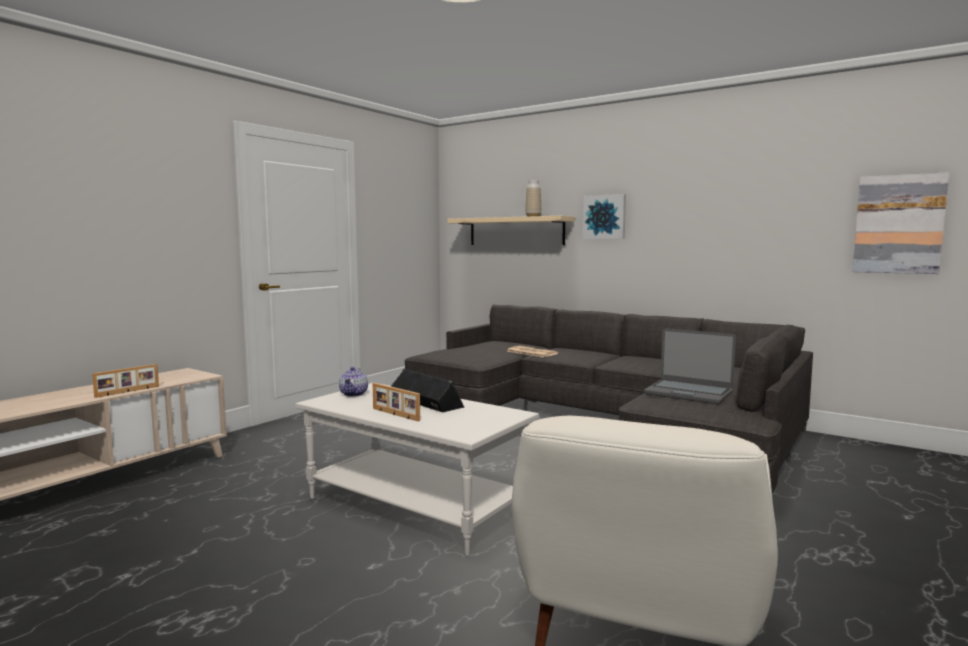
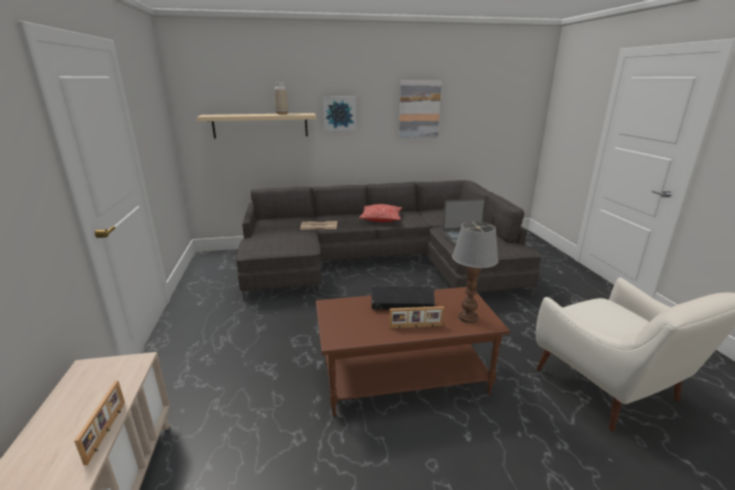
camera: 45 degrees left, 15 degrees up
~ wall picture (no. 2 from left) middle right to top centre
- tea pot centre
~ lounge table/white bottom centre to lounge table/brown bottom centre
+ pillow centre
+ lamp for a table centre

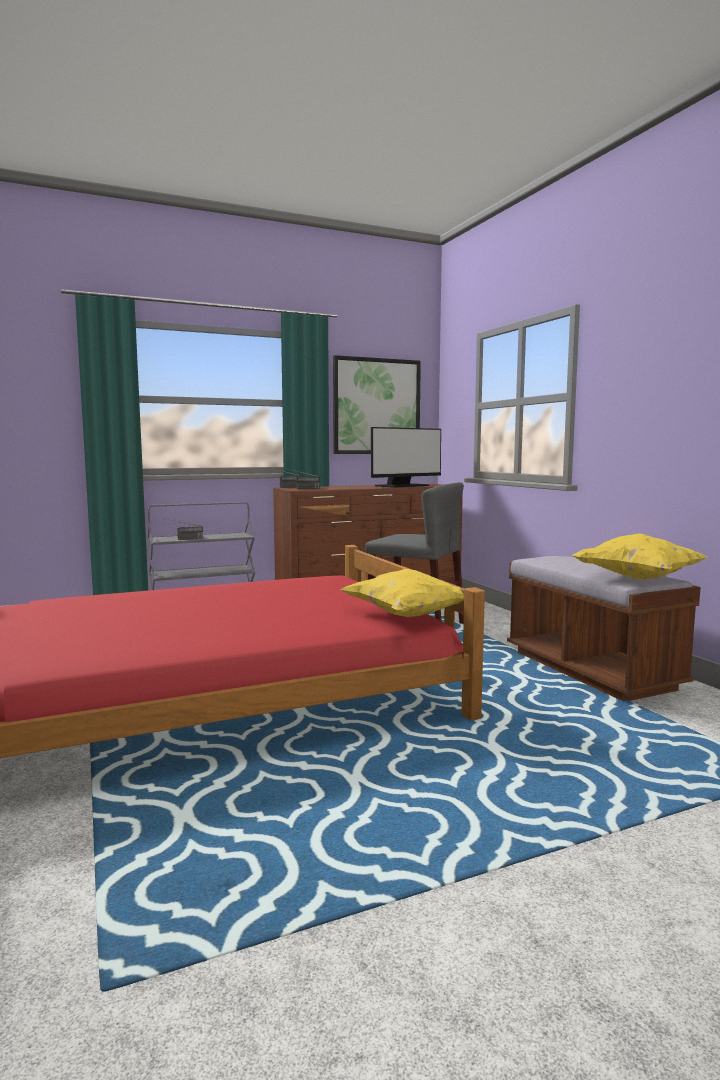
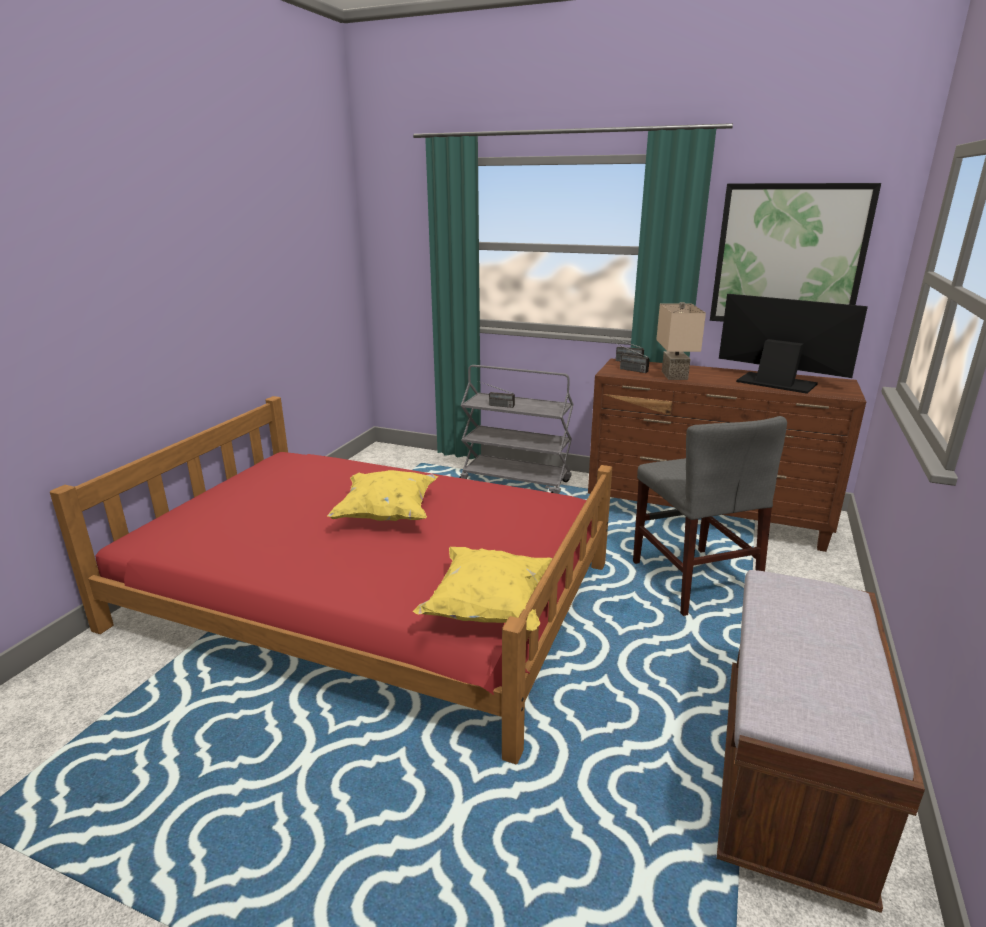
camera: 45 degrees right, 15 degrees up
~ computer display centre = middle right 150 degrees counterclockwise
~ pillow/yellow-coloured (no. 2 from left in the first image) middle right to pillow/yellow-coloured (no. 1 from left) centre
+ lamp for a table/sand-coloured middle right

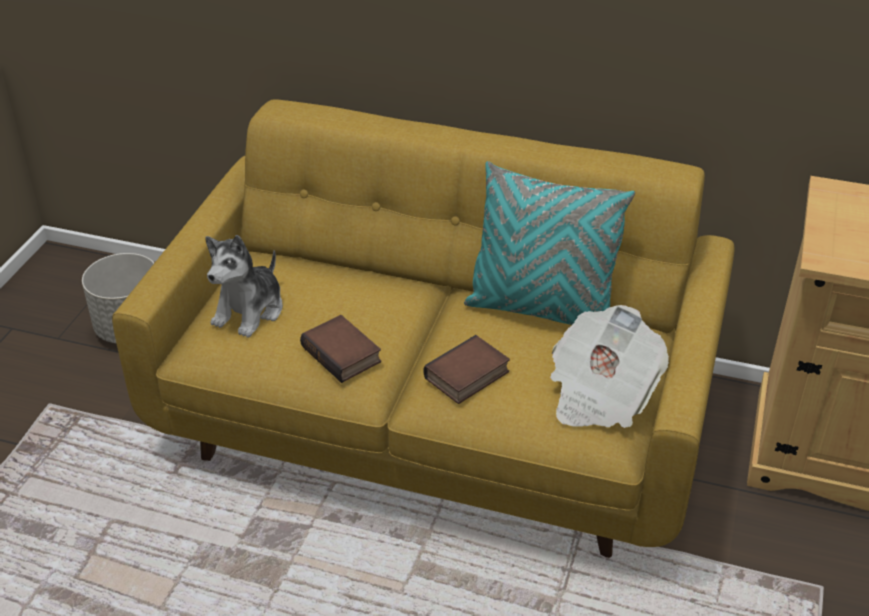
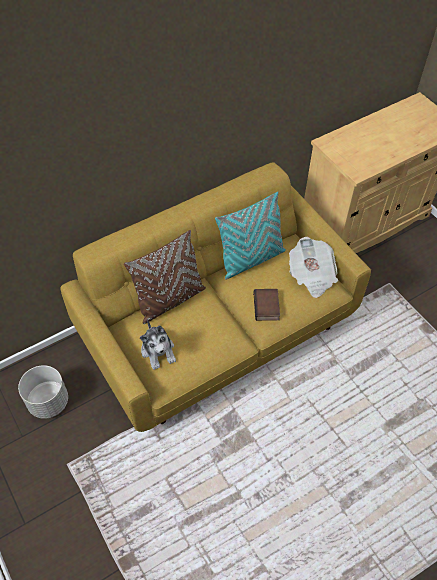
camera: 50 degrees left, 15 degrees up
- bound book (no. 1 from left) centre
+ pillow/brown centre

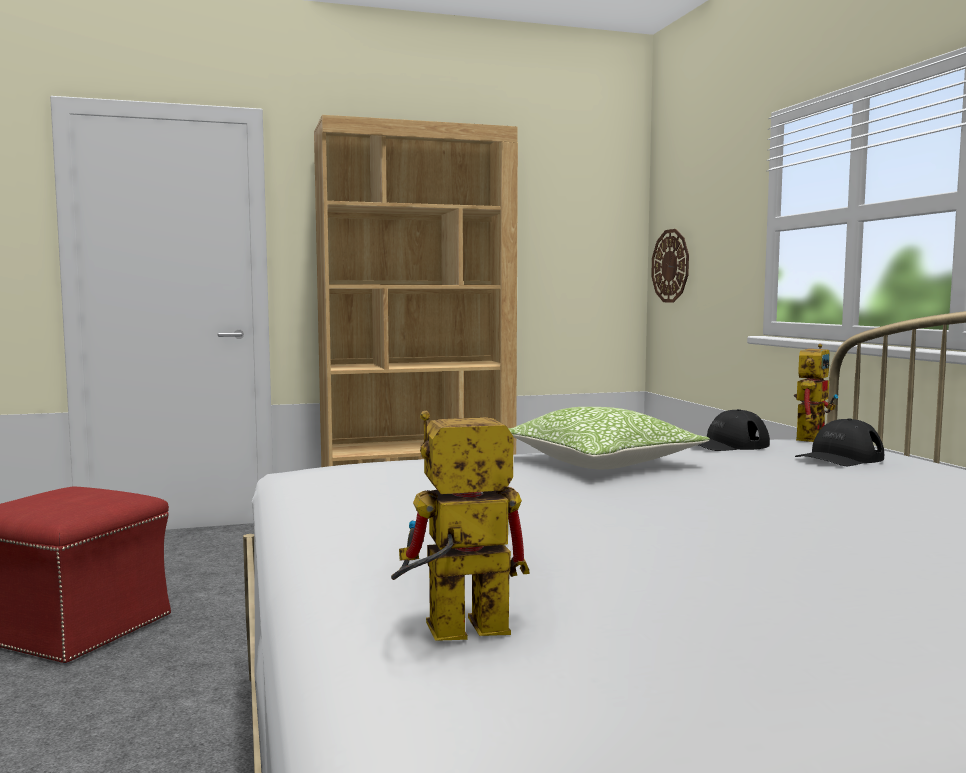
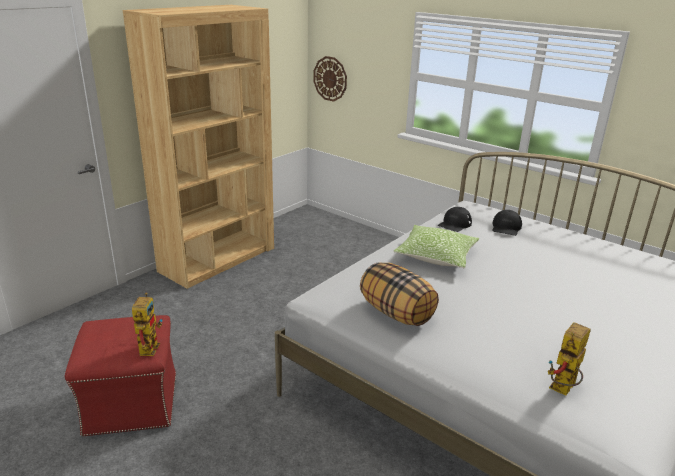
camera: 35 degrees left, 20 degrees up
~ model robot (no. 2 from left in the first image) middle right to model robot (no. 1 from left) bottom left
+ pillow (no. 1 from left) centre

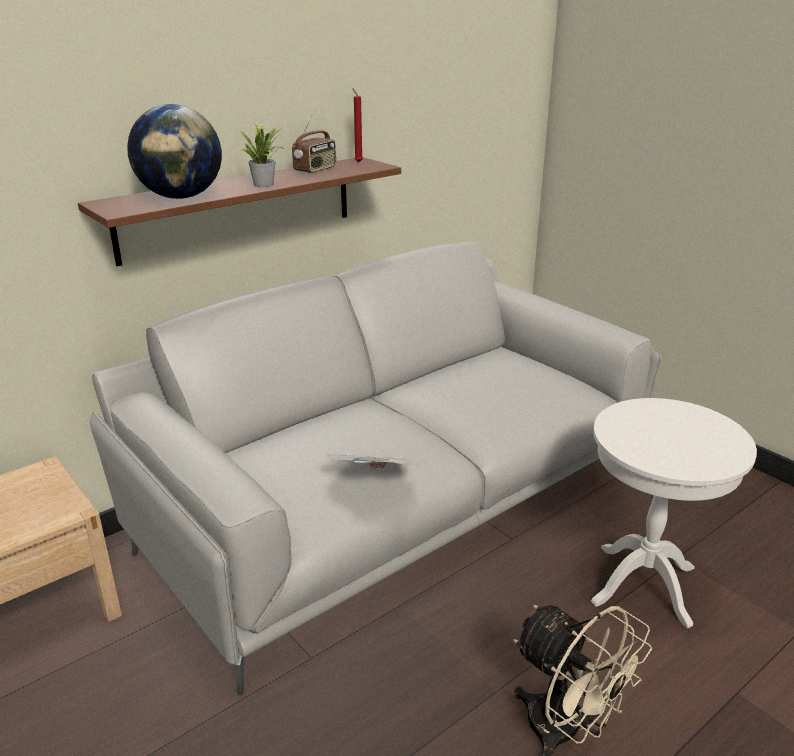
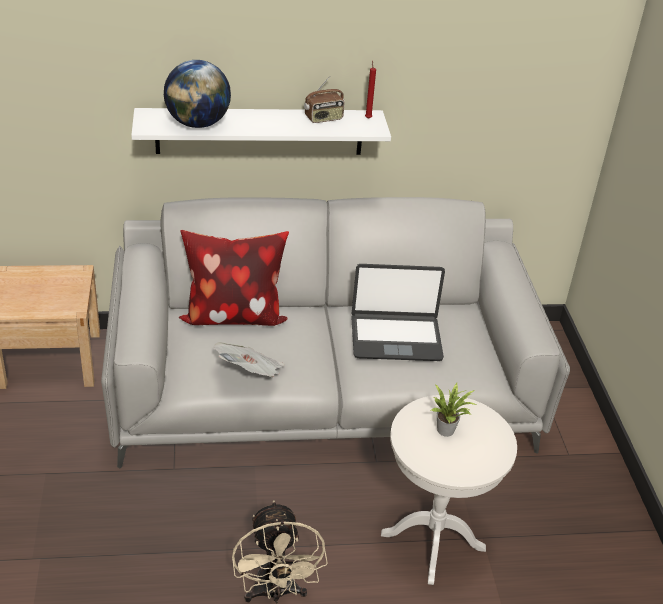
camera: 30 degrees right, 10 degrees up
~ plant in a pot top left to bottom right
~ wall shelf/brown top left to wall shelf/white top centre
+ pillow centre
+ notebook computer centre

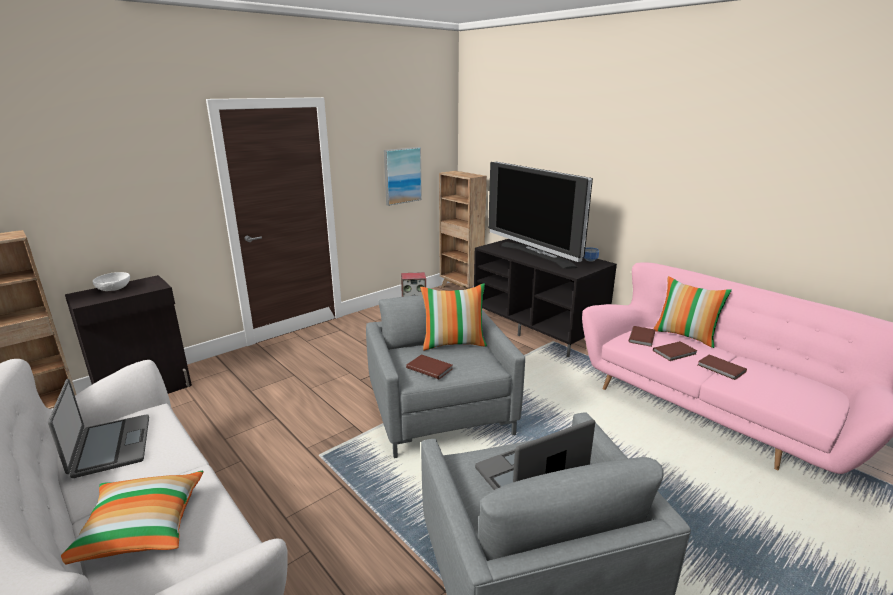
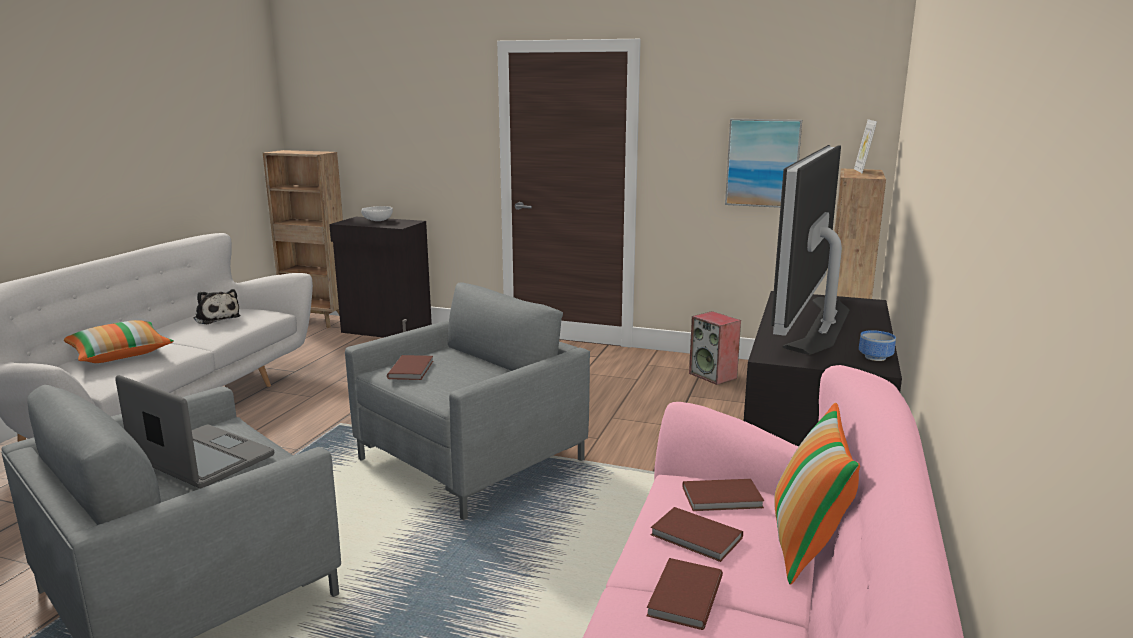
camera: 60 degrees right, 5 degrees down
- pillow (no. 2 from left) centre
~ notebook computer (no. 1 from left) bottom left to cuddly toy middle left
+ standing frame top right

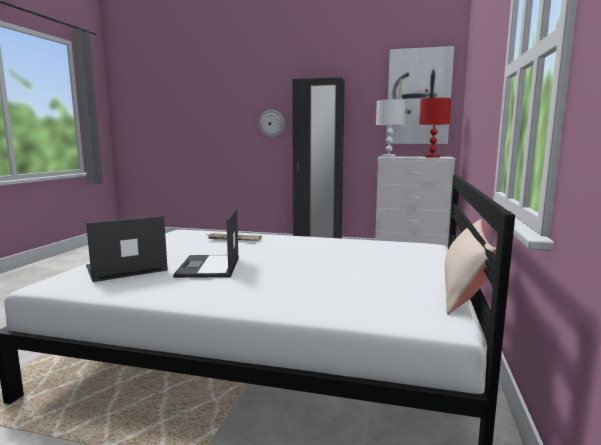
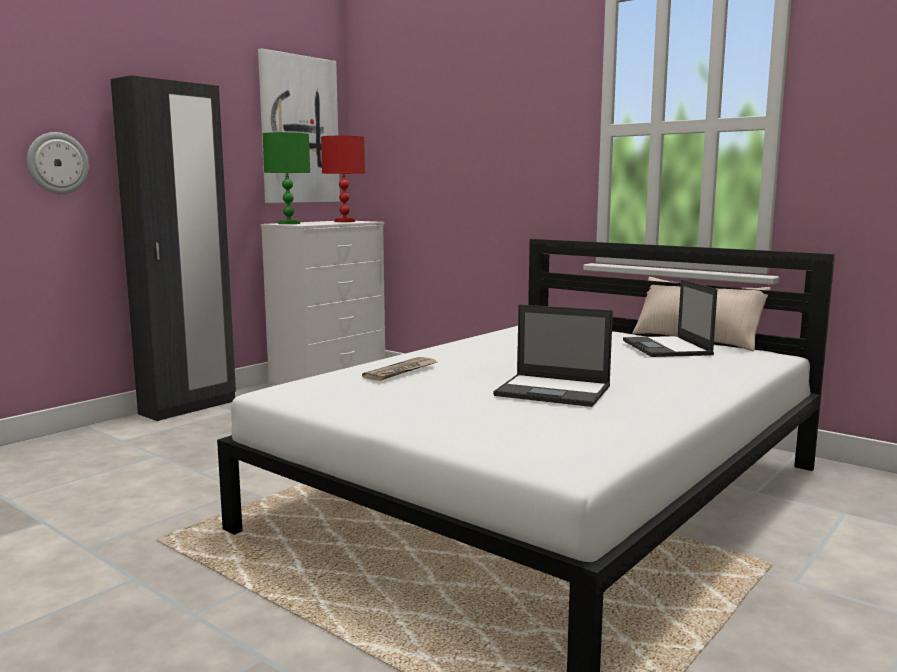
camera: 65 degrees left, 0 degrees up
~ lamp for a table/white top centre to lamp for a table/green top left
~ notebook computer (no. 1 from left in the first image) middle left to notebook computer (no. 2 from left) middle right

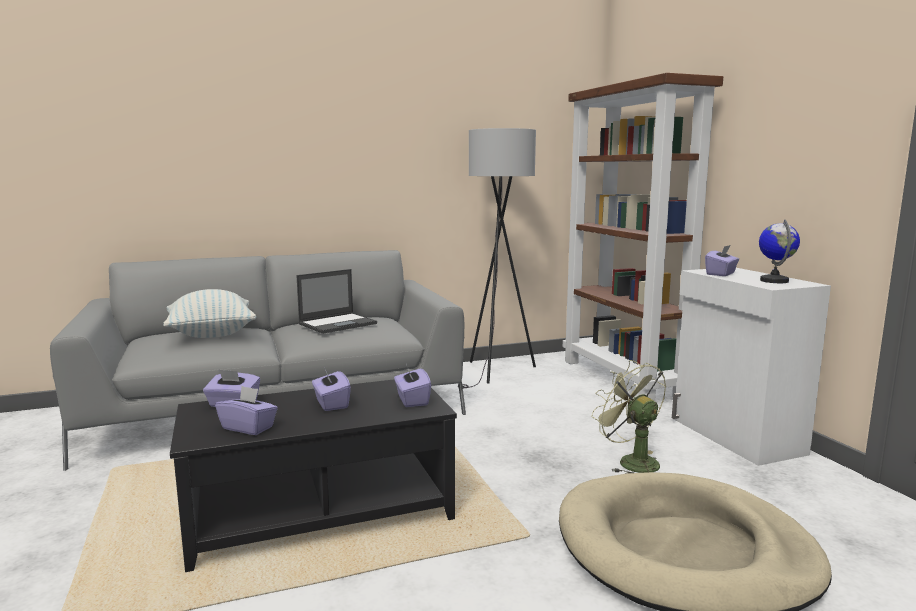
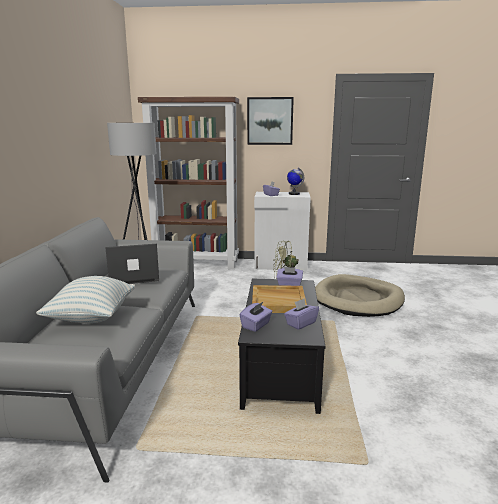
camera: 65 degrees left, 5 degrees up
~ notebook computer centre = middle left 90 degrees counterclockwise
~ box of tissues/purple-coloured (no. 3 from left) centre to carrying tray/sand-coloured centre
+ wall picture top centre

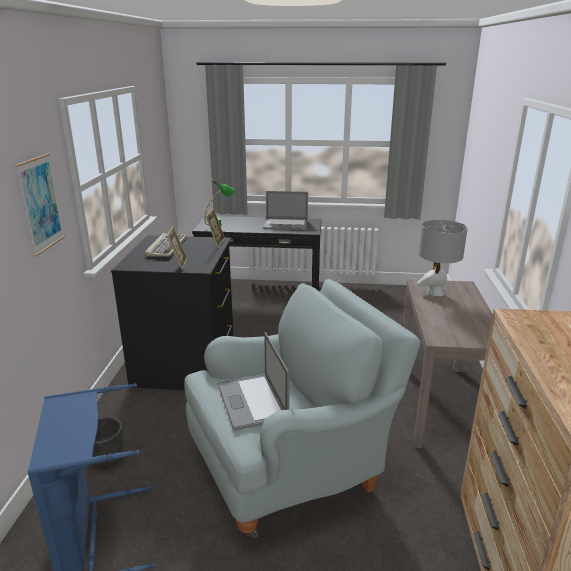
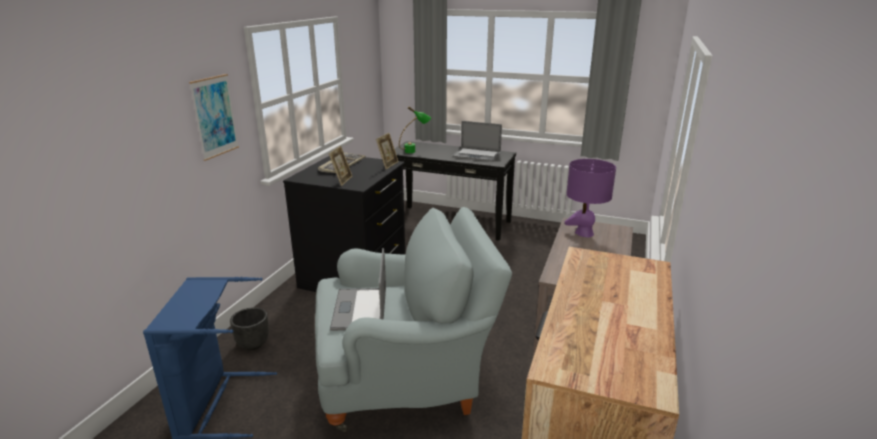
camera: 15 degrees right, 0 degrees up
~ lamp for a table/greyish middle right to lamp for a table/purple-coloured middle right

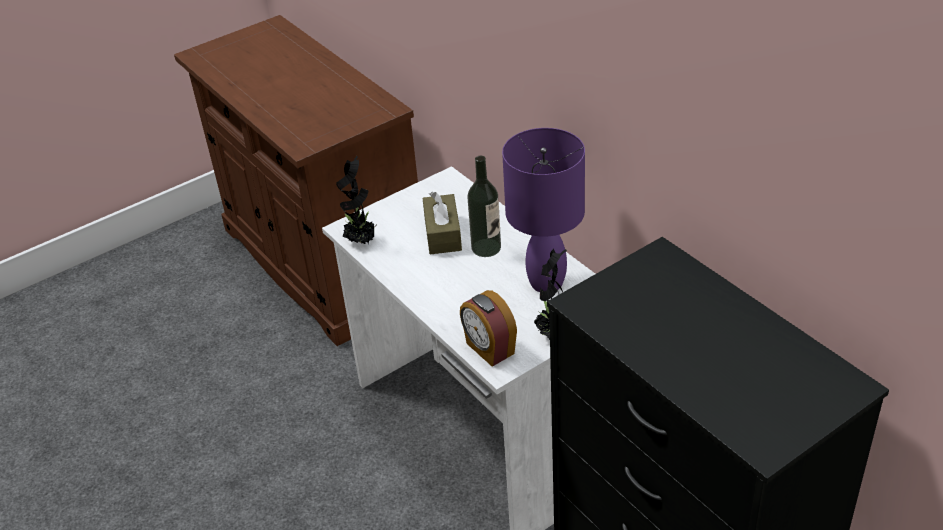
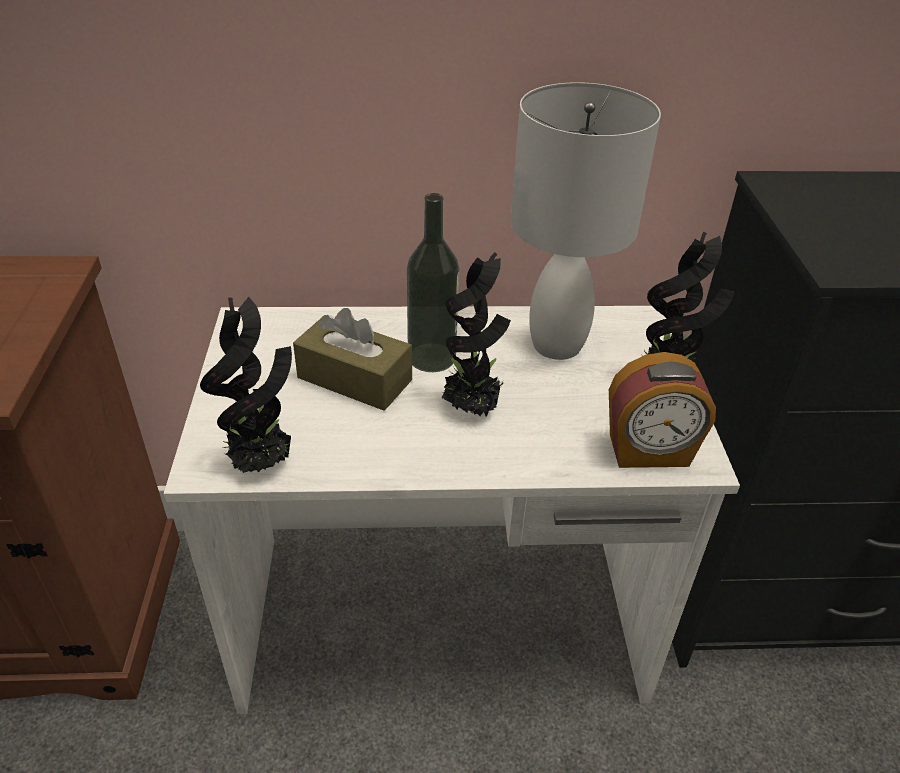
camera: 60 degrees left, 0 degrees up
~ lamp for a table/purple-coloured centre to lamp for a table/white top centre
+ plant in a pot (no. 2 from left) centre

